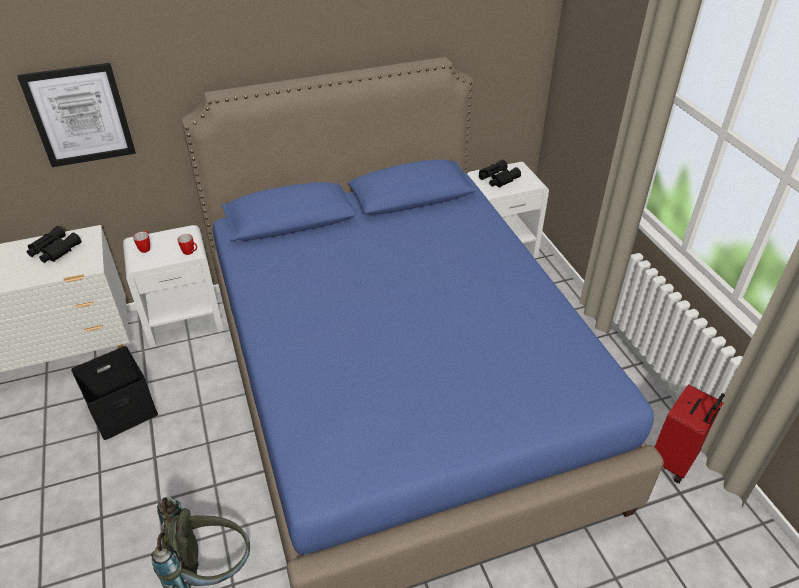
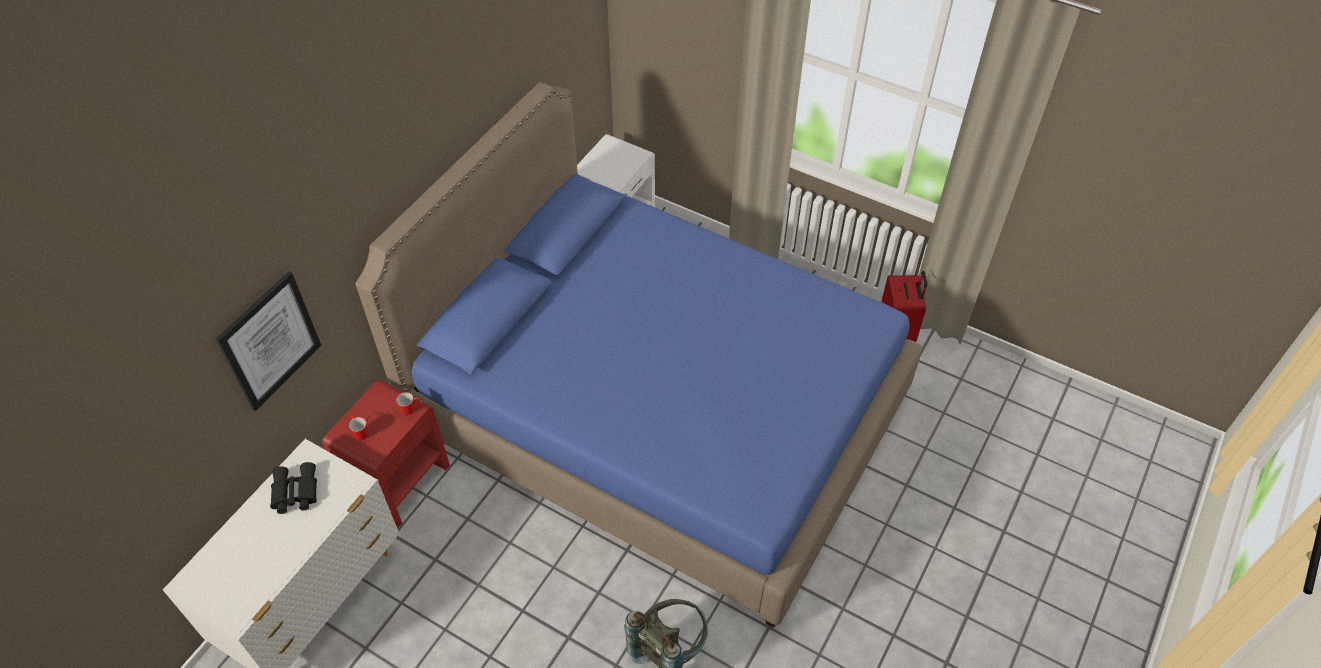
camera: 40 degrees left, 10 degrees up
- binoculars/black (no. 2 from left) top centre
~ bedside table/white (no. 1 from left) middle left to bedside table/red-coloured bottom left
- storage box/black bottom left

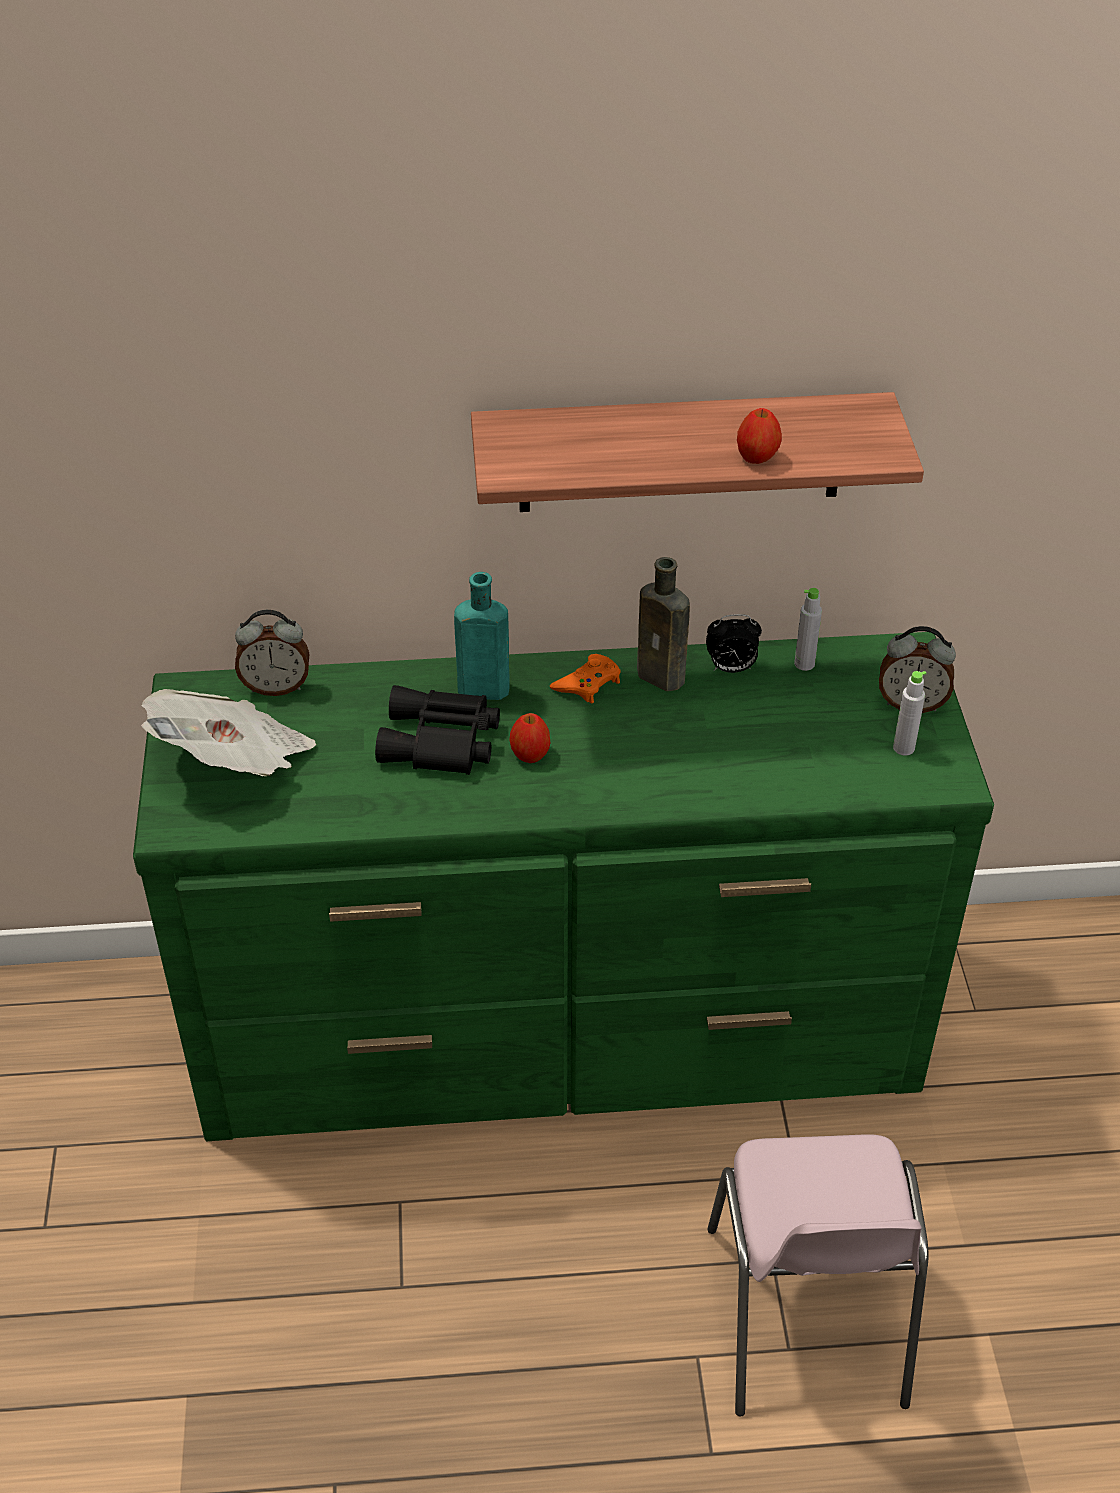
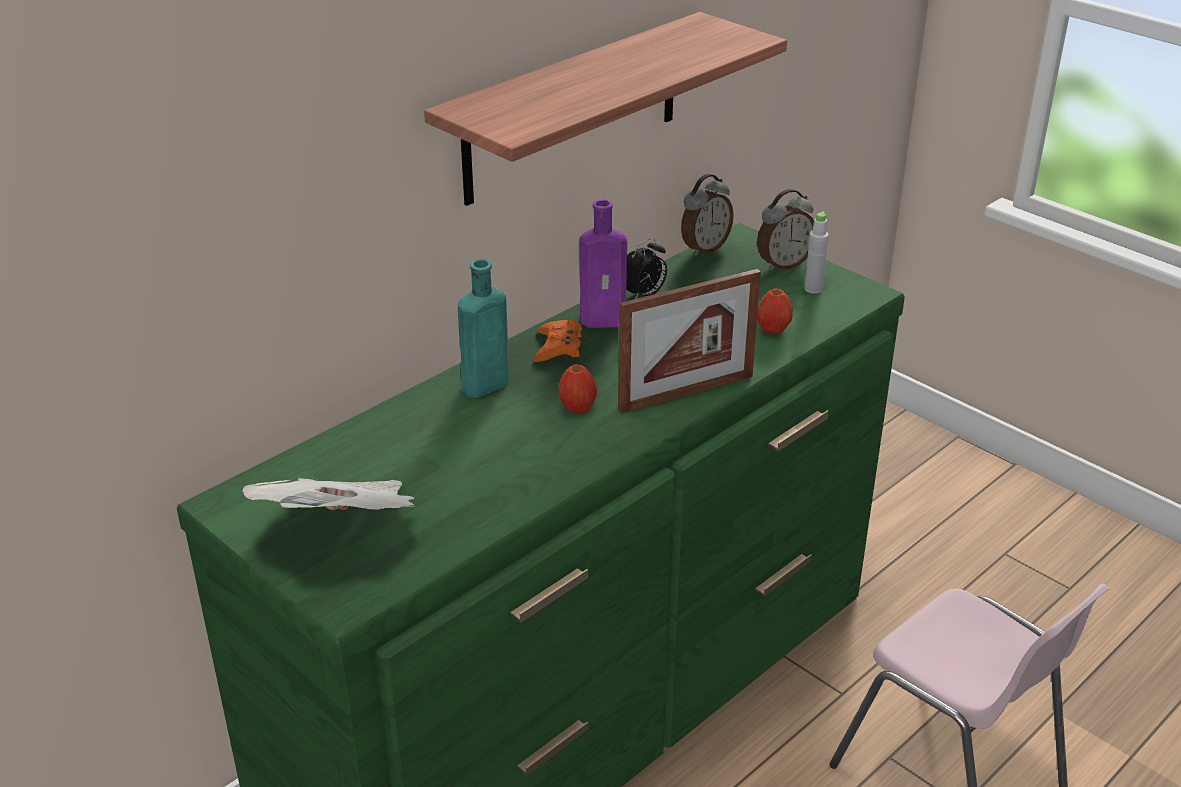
camera: 40 degrees left, 10 degrees down
~ whole apple (no. 2 from left) top right to centre
~ beverage bottle/brown centre to beverage bottle/purple-coloured centre
- beverage bottle/greyish (no. 1 from left) middle right
~ table clock (no. 1 from left in the first image) middle left to table clock (no. 2 from left) top centre
- binoculars/black centre
+ standing frame centre

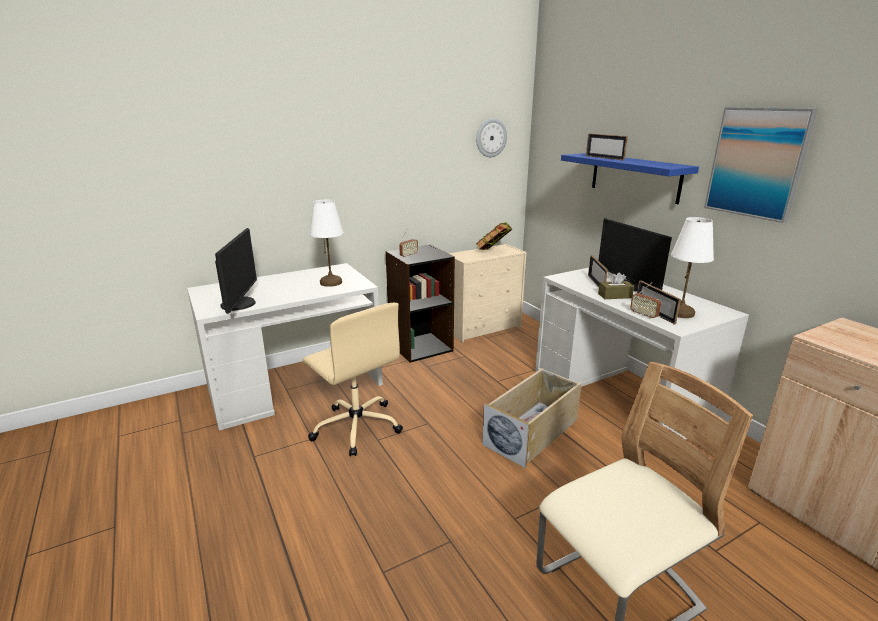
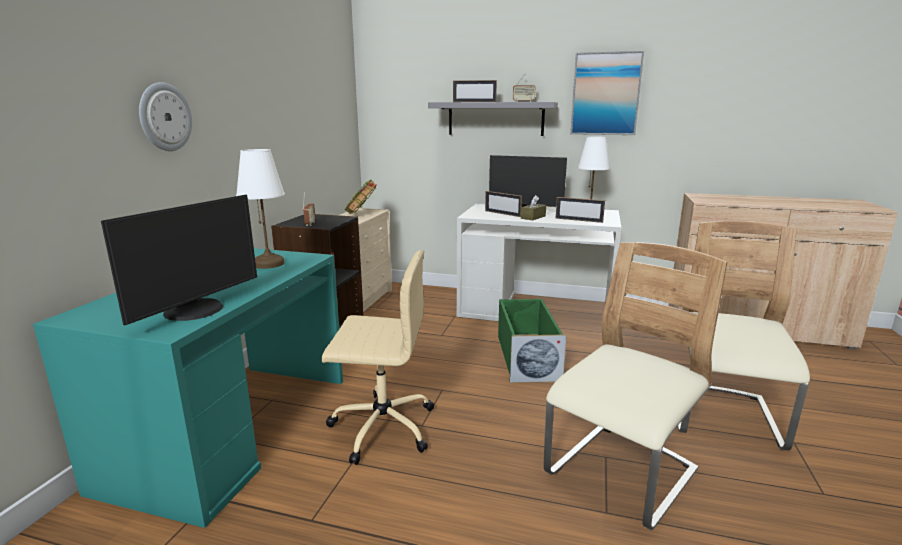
camera: 45 degrees left, 5 degrees down
~ wall clock top centre to top left
~ wall shelf/bluish top right to wall shelf/greyish top centre
~ computer display (no. 1 from left) middle left = middle left 75 degrees clockwise
~ desk/white (no. 1 from left) middle left to desk/turquoise bottom left
~ radio receiver (no. 2 from left) middle right to top centre
~ storage box/sand-coloured bottom centre to storage box/green centre
+ chair/sand-coloured (no. 1 from left) bottom right

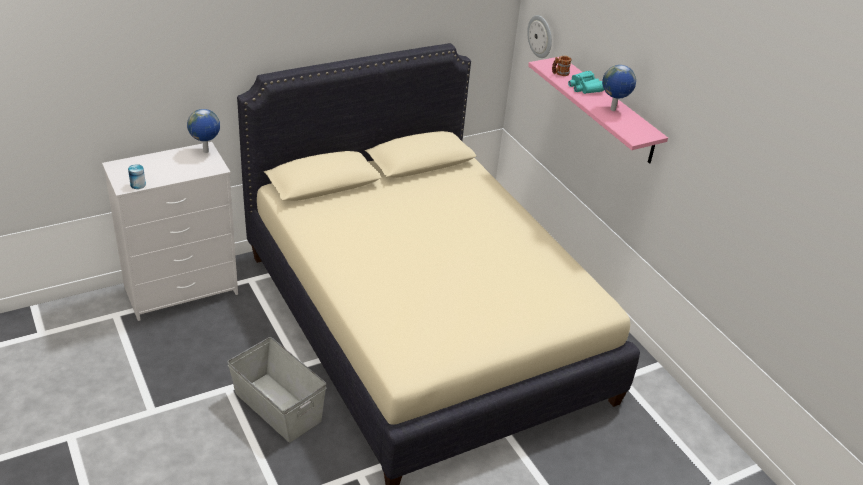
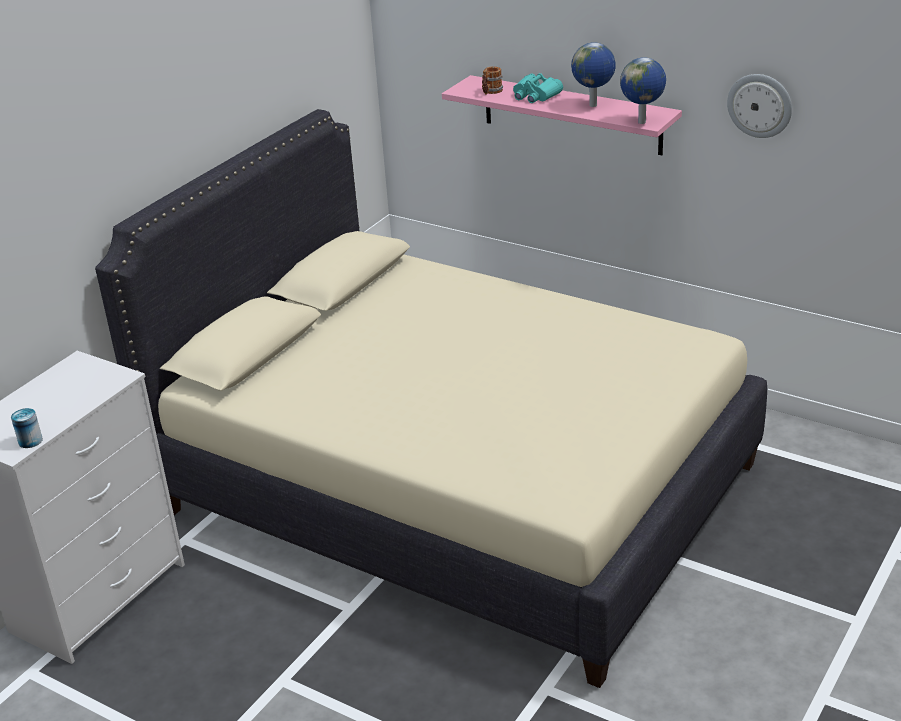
camera: 25 degrees left, 5 degrees down
~ wall clock top centre to top right
~ desk globe (no. 1 from left in the first image) top left to desk globe (no. 2 from left) top right
- storage box/greyish bottom left

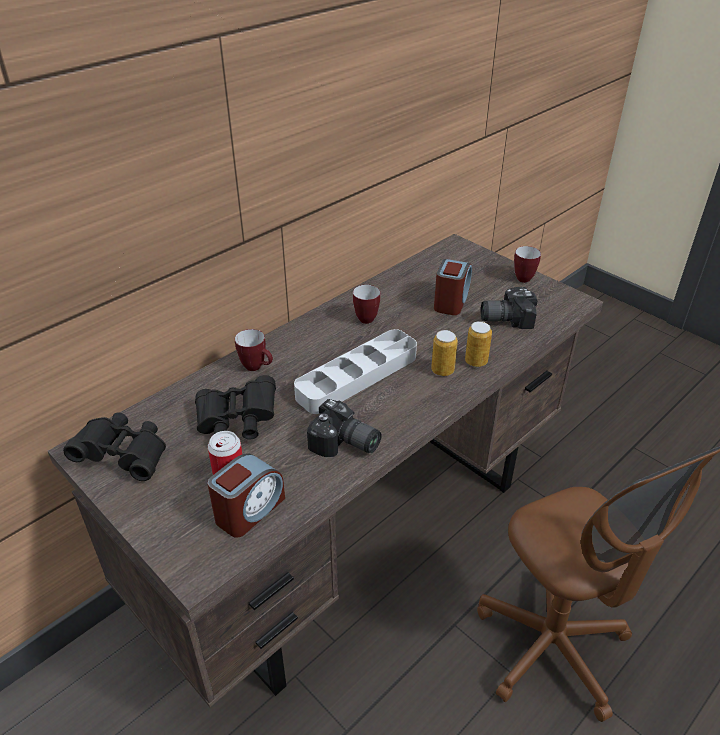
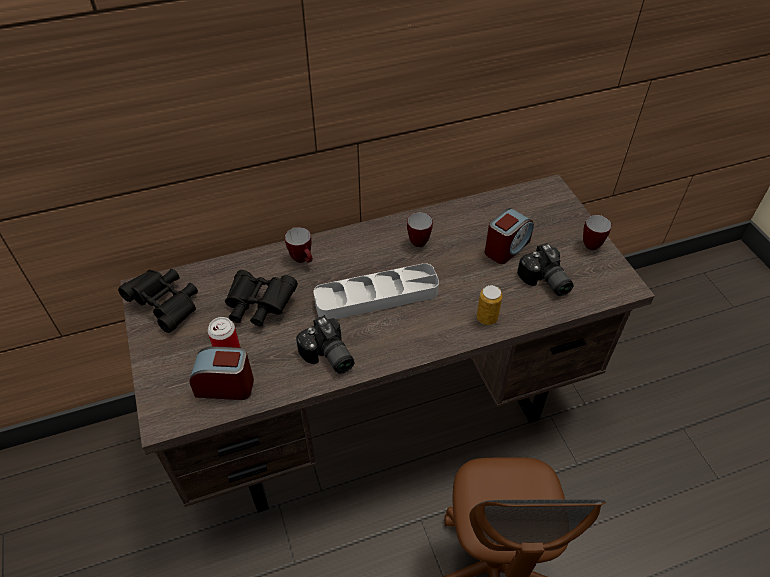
camera: 25 degrees right, 10 degrees up
~ still camera (no. 2 from left) middle right = middle right 135 degrees counterclockwise
- can (no. 2 from left) centre
~ table clock (no. 1 from left) bottom centre = middle left 150 degrees counterclockwise

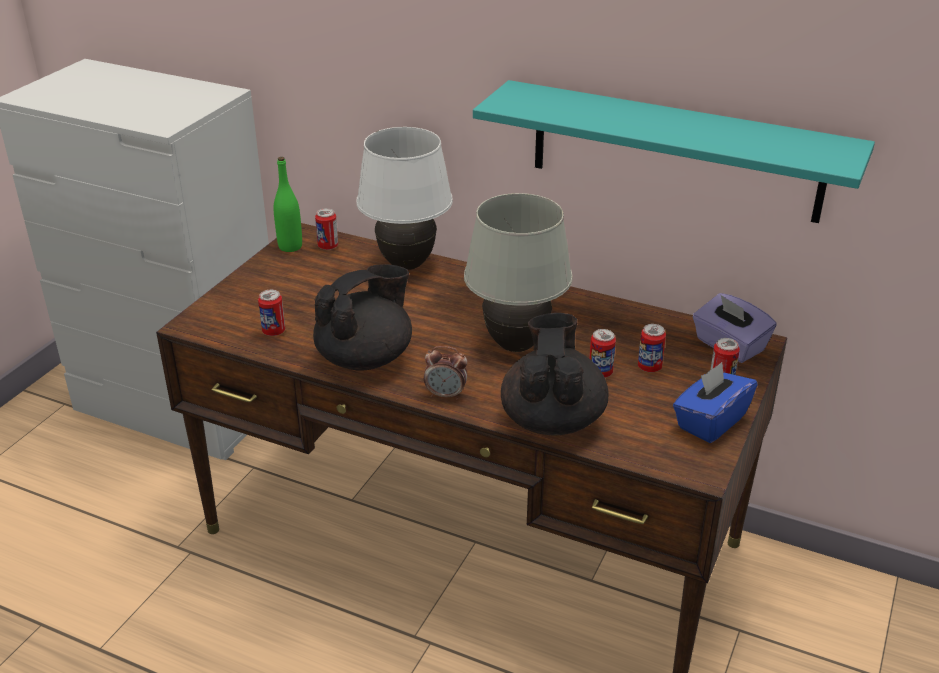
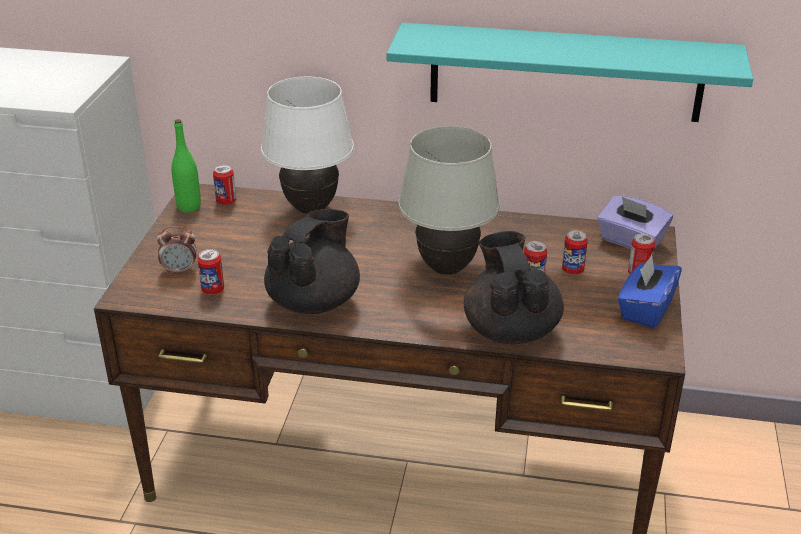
camera: 15 degrees left, 0 degrees up
~ table clock centre to middle left

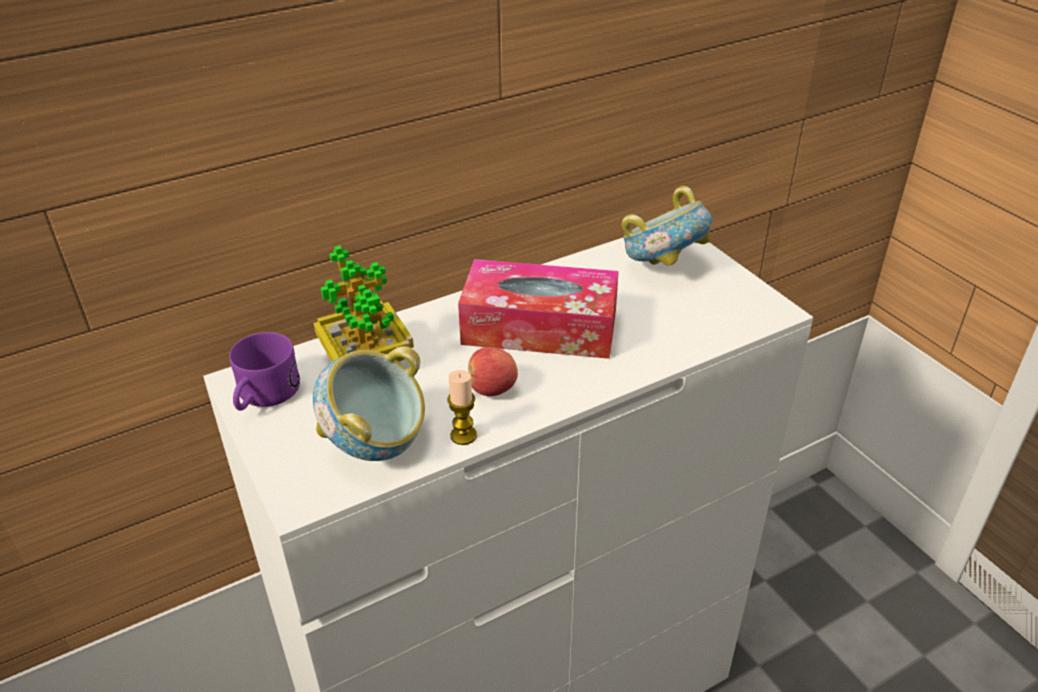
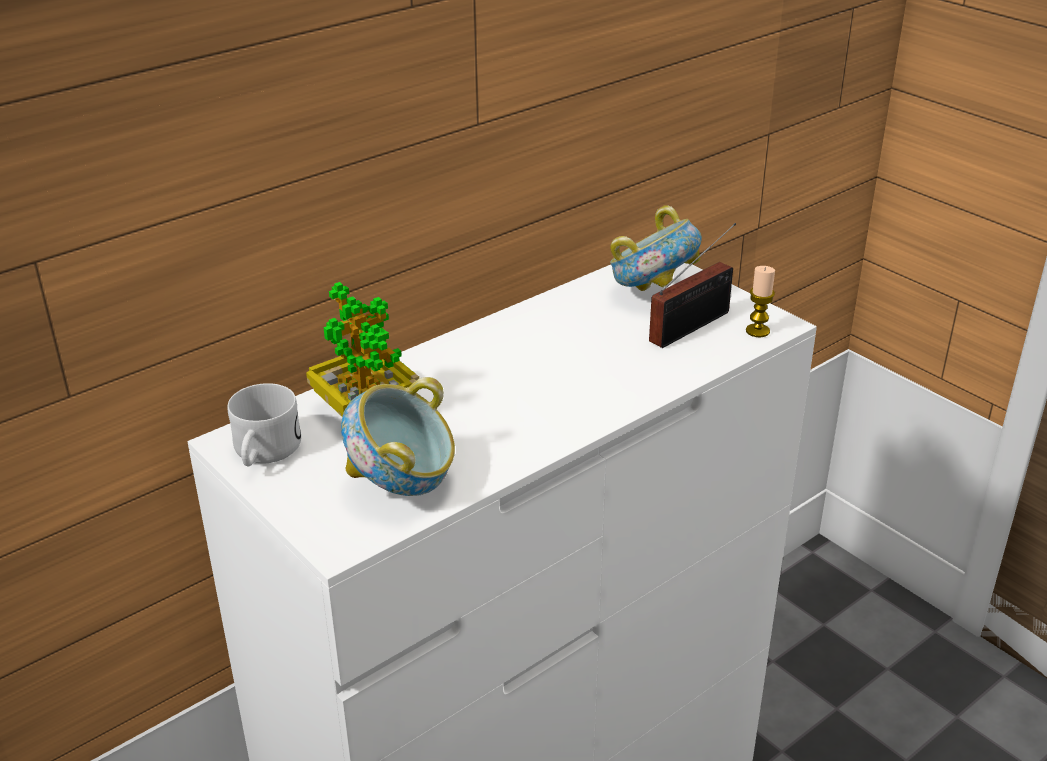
camera: 10 degrees left, 5 degrees down
- box of tissues centre
~ coffee mug/purple-coloured middle left to coffee mug/white middle left
- whole apple centre
~ candle centre to middle right
+ radio receiver centre

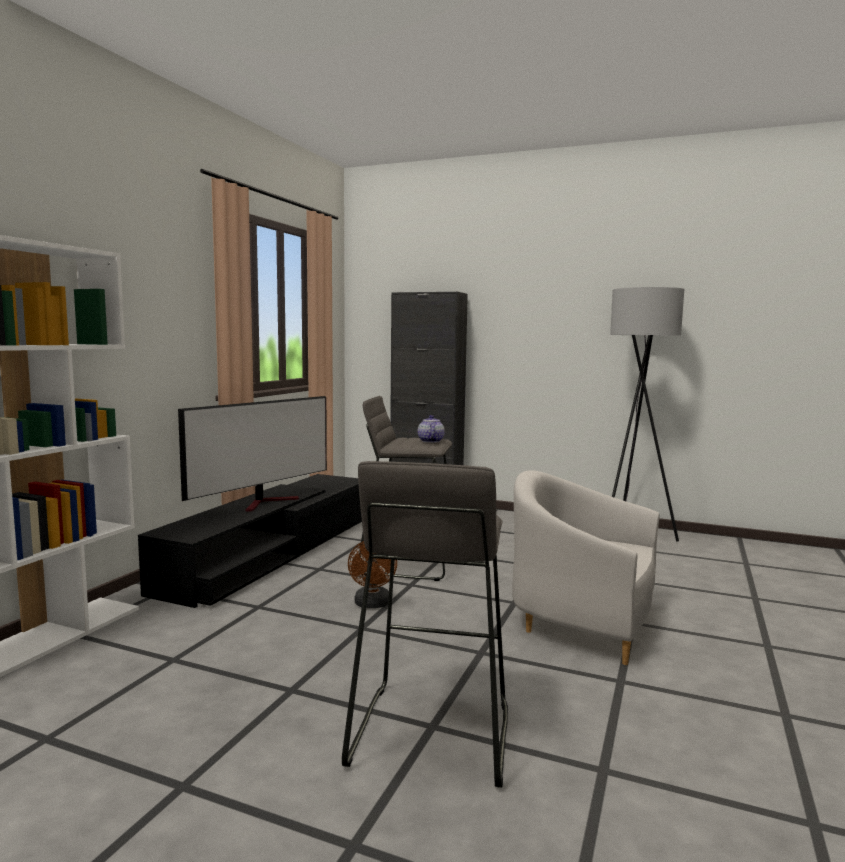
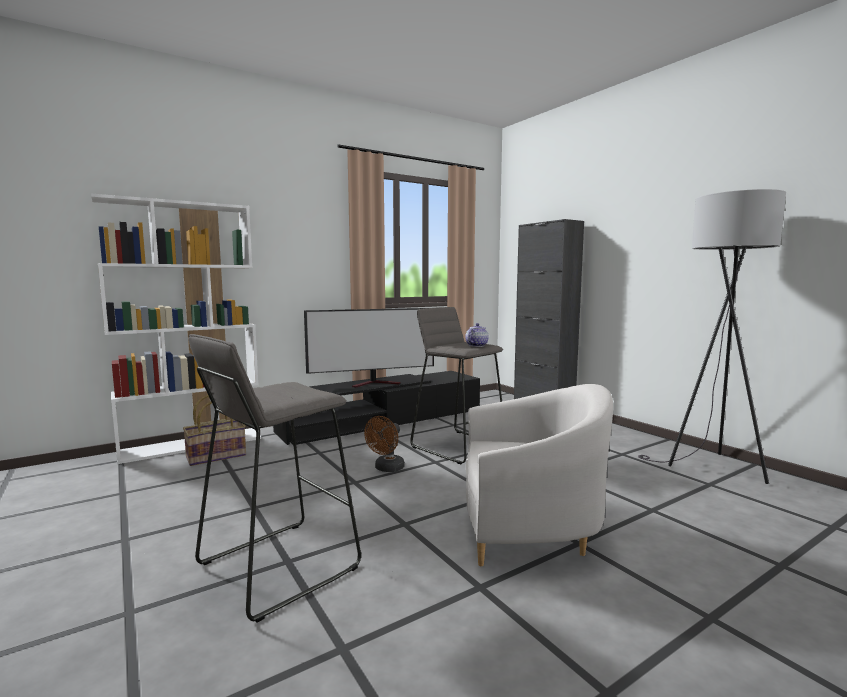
camera: 35 degrees right, 0 degrees up
~ armchair/white middle right = bottom centre 120 degrees clockwise
+ storage basket middle left

